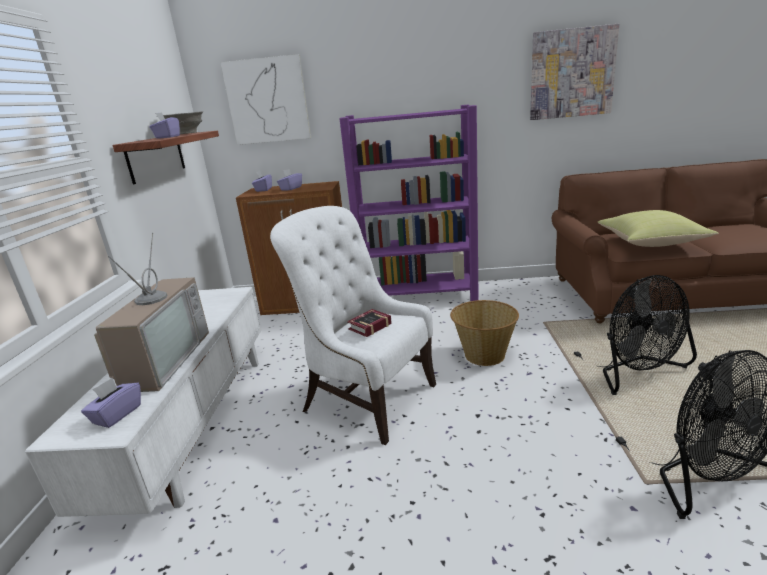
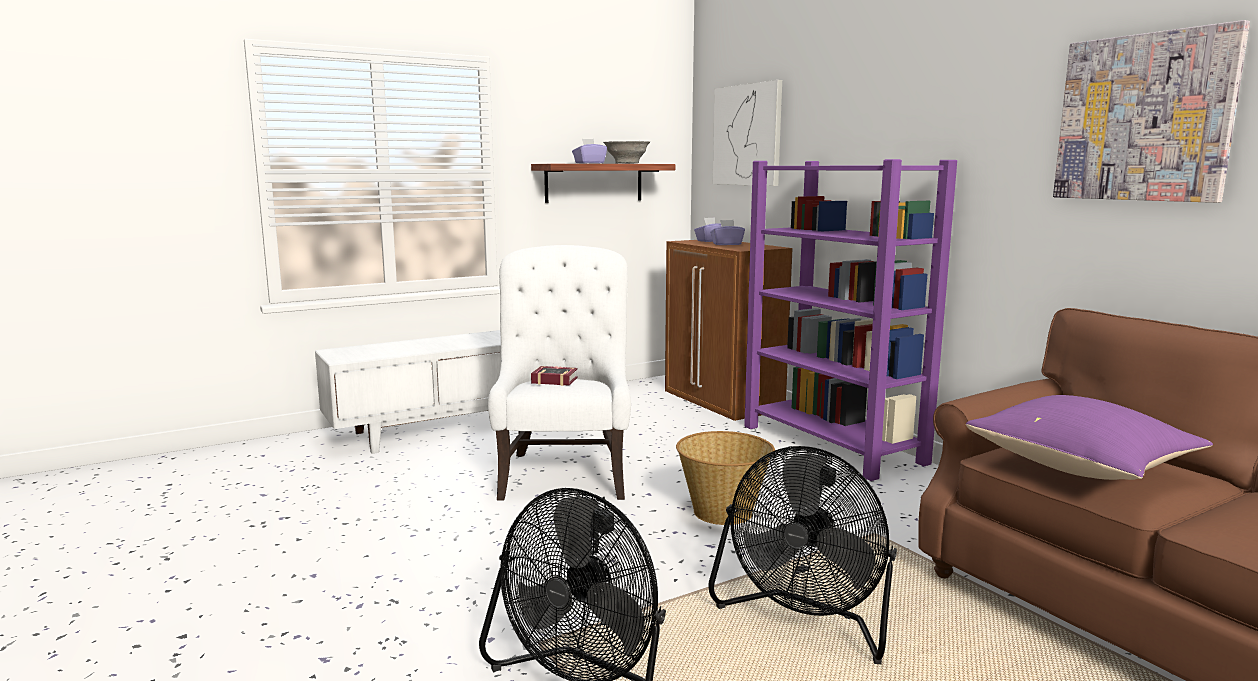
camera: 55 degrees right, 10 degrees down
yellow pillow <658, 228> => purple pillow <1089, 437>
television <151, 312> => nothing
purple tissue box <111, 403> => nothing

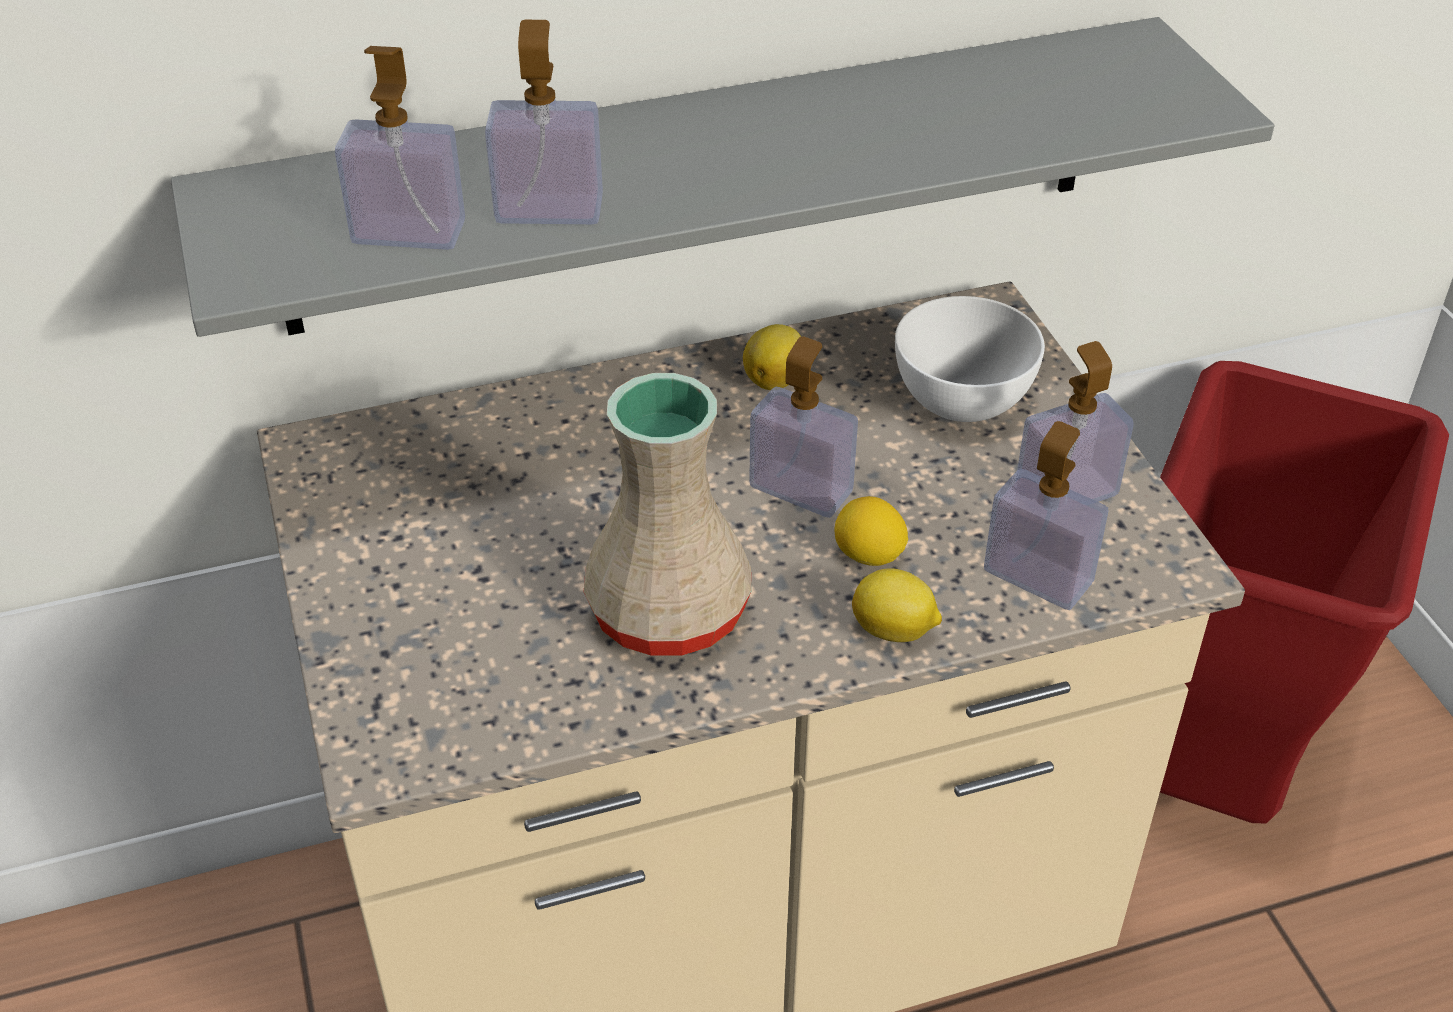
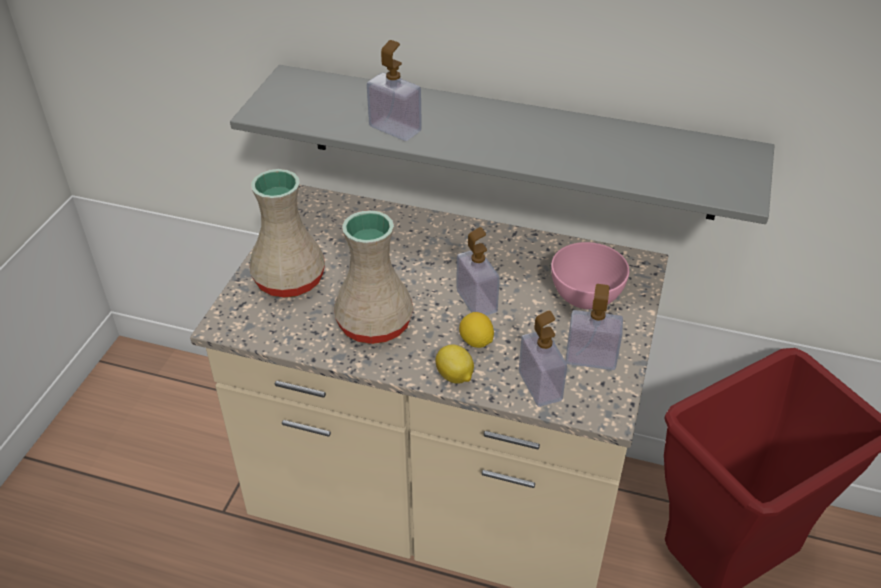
camera: 35 degrees right, 0 degrees up
soap dispenser <400, 148> => nothing
white bowl <970, 359> => pink bowl <590, 275>
lemon <772, 357> => nothing
nothing => beige vase <287, 233>

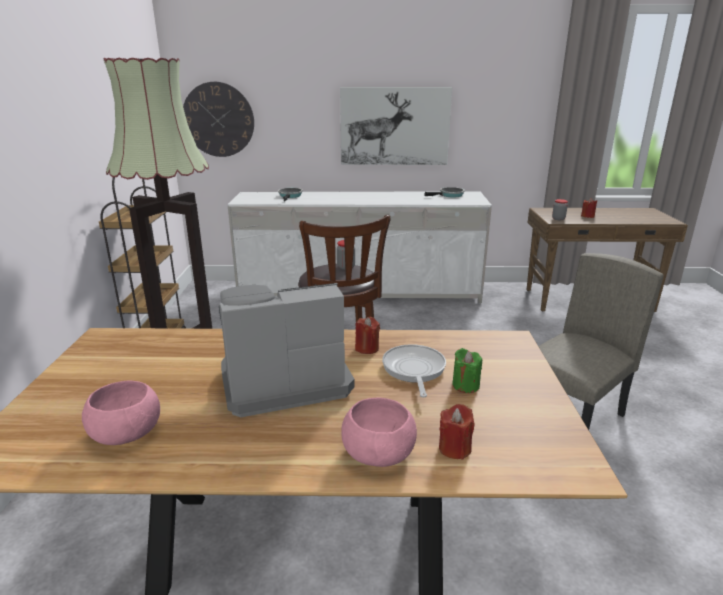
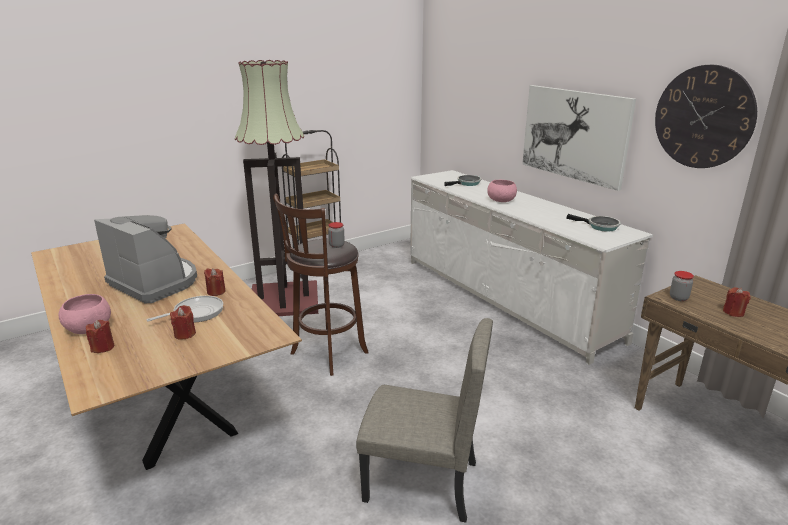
camera: 55 degrees right, 0 degrees up
wall clock <218, 119> => wall clock <706, 116>, moved
green candle <467, 370> => red candle <183, 322>
pink bowl <121, 412> => pink bowl <502, 191>, moved

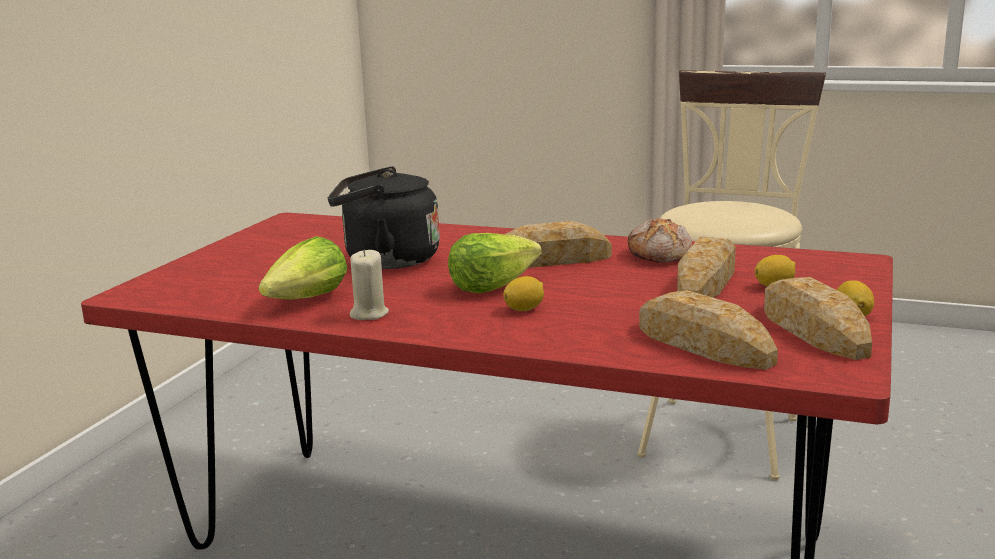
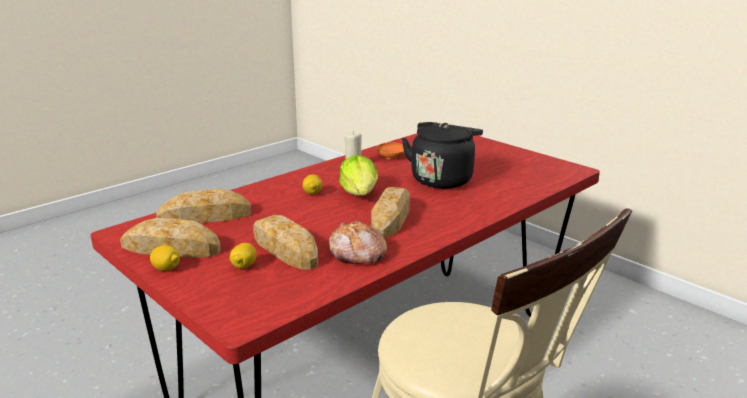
camera: 115 degrees right, 5 degrees up
lettuce <303, 268> => orange bowl <391, 150>

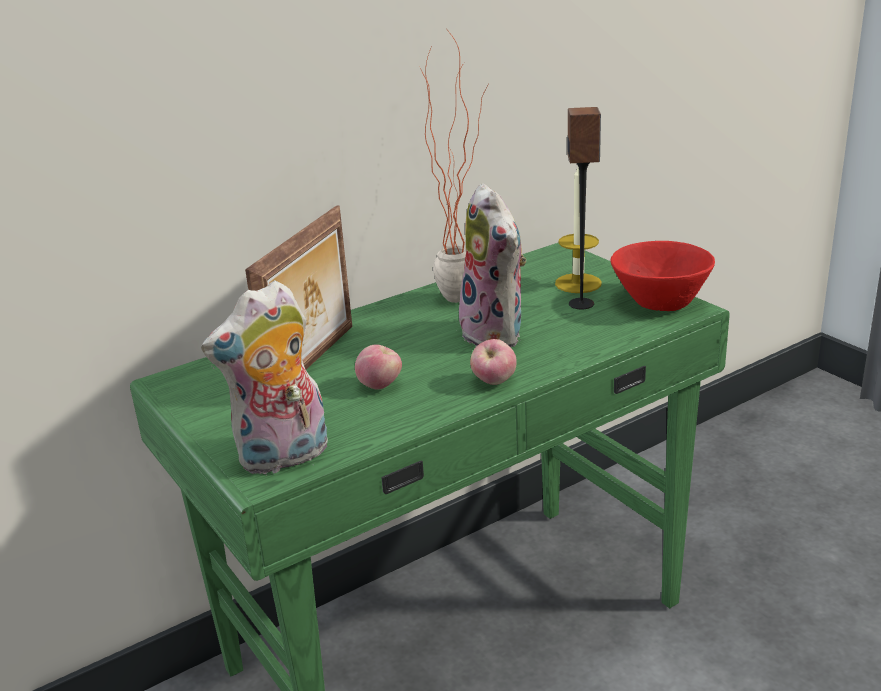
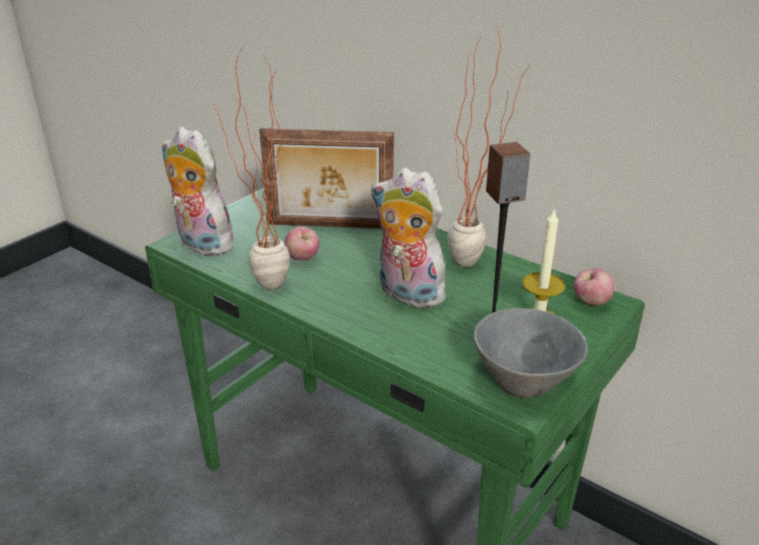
camera: 70 degrees right, 5 degrees up
plush toy <492, 265> => plush toy <412, 238>, 75 degrees clockwise
red bowl <662, 276> => grey bowl <531, 353>
apple <493, 362> => apple <594, 287>, moved
nothing => potted plant <250, 167>

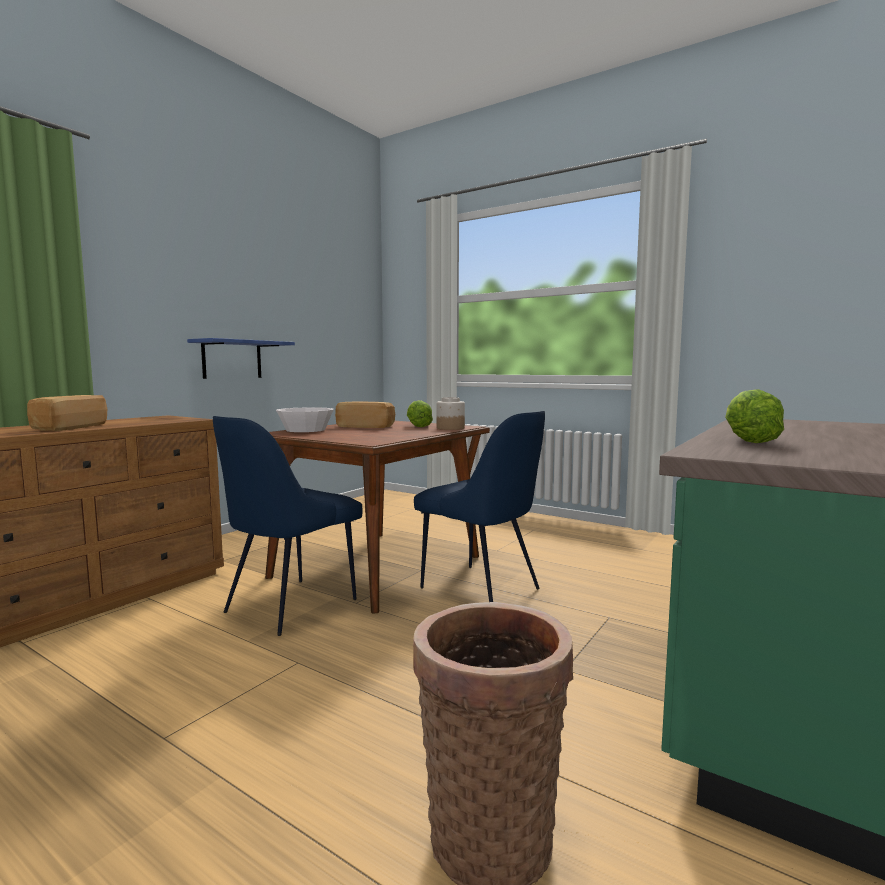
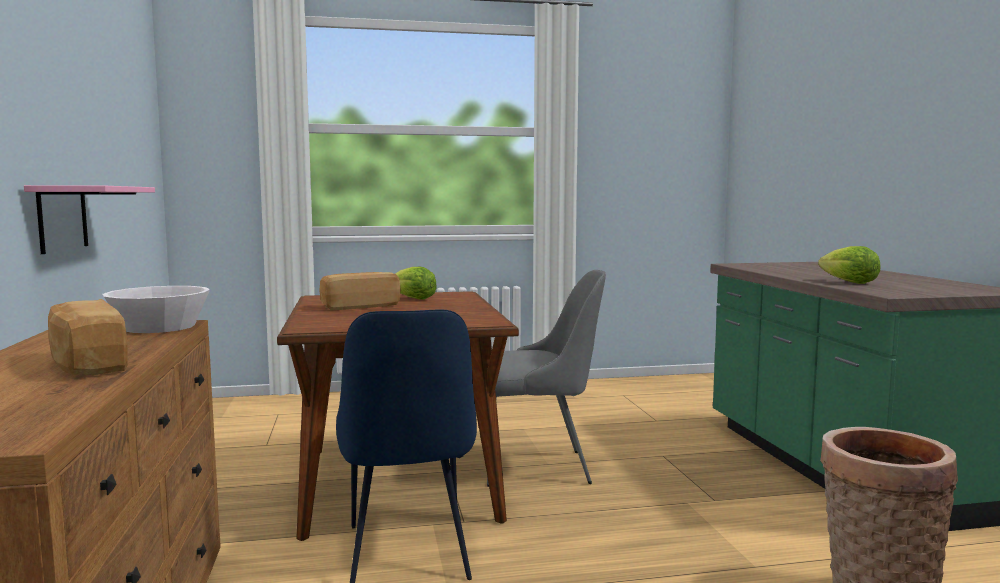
camera: 45 degrees left, 0 degrees up
blue shelf <241, 358> => pink shelf <89, 219>
jar <451, 413> => nothing
white bowl <305, 419> => white bowl <156, 309>, moved
blue chair <479, 506> => grey chair <546, 378>

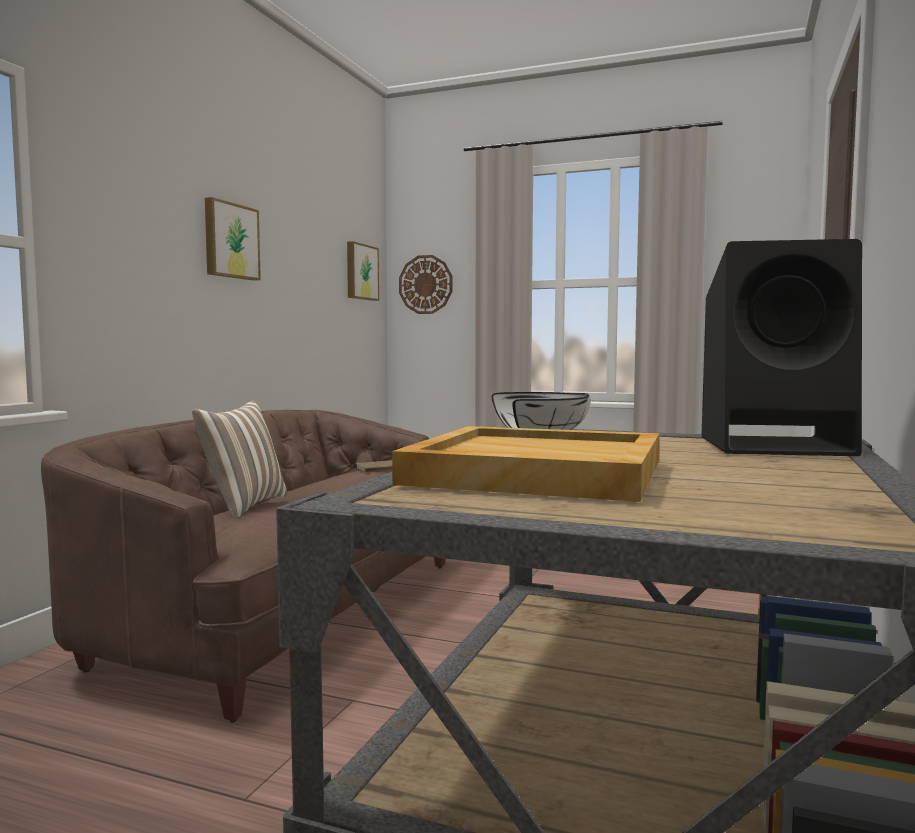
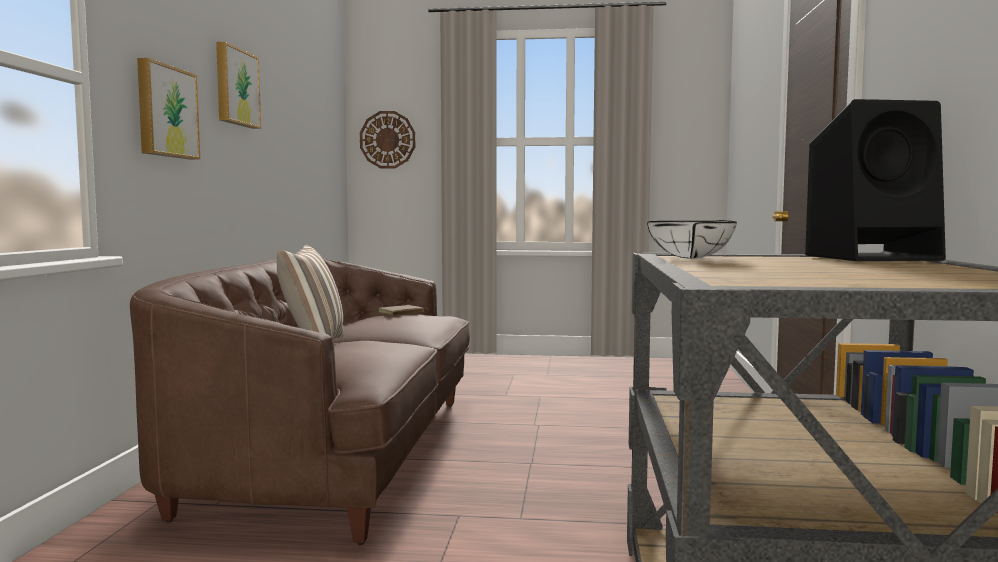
camera: 15 degrees left, 0 degrees up
picture <363, 271> => picture <168, 109>, moved
beige tray <526, 464> => nothing

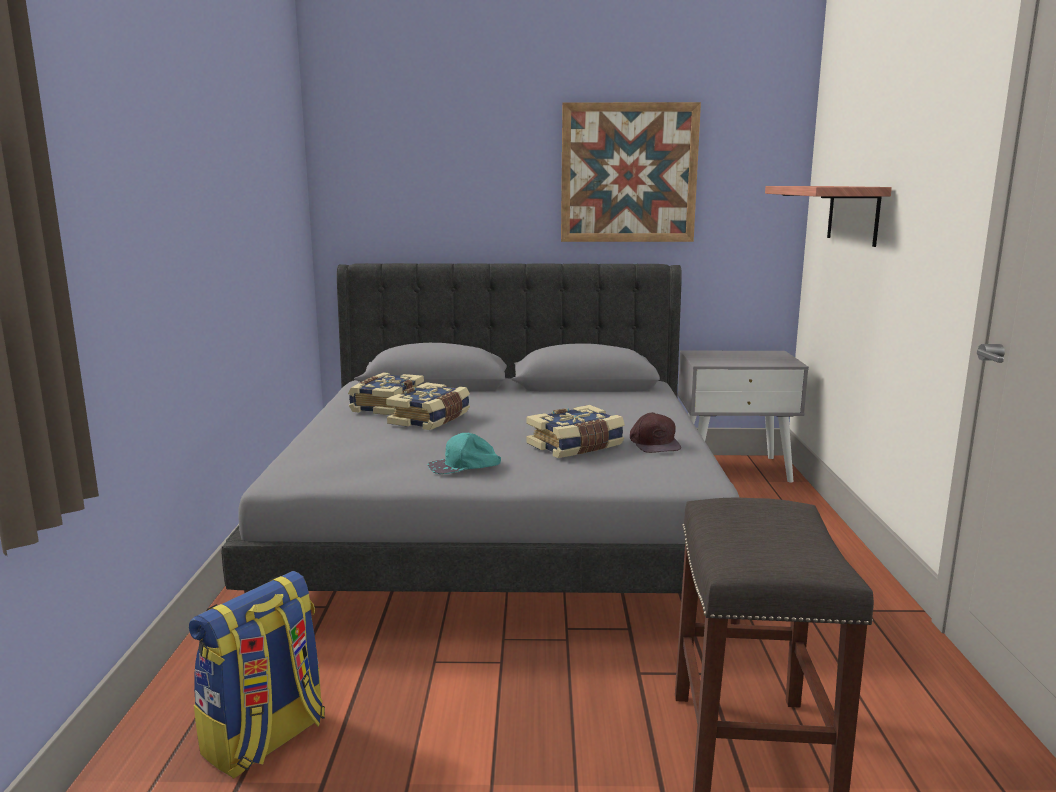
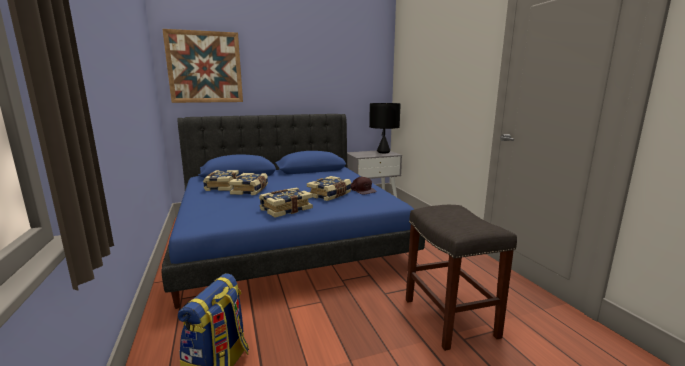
camera: 20 degrees left, 0 degrees up
picture <631, 172> => picture <202, 66>, moved
shelf <828, 216> => nothing
grey bed <480, 444> => blue bed <293, 211>
turquoise cap <464, 453> => book <286, 202>
nothing => black table lamp <385, 128>

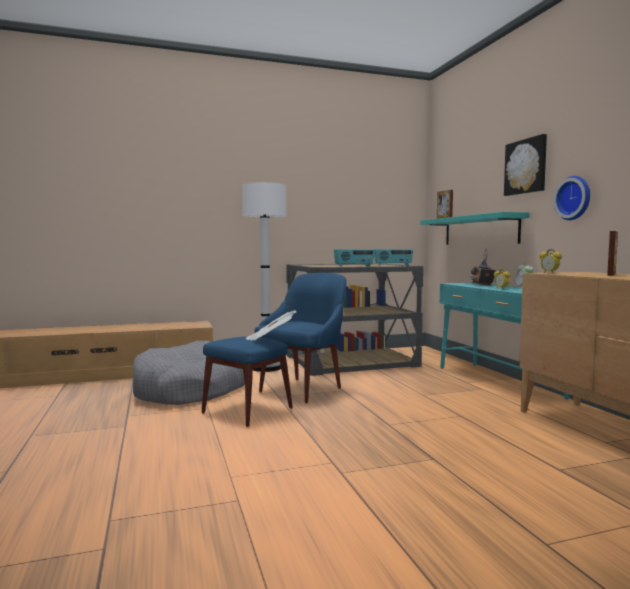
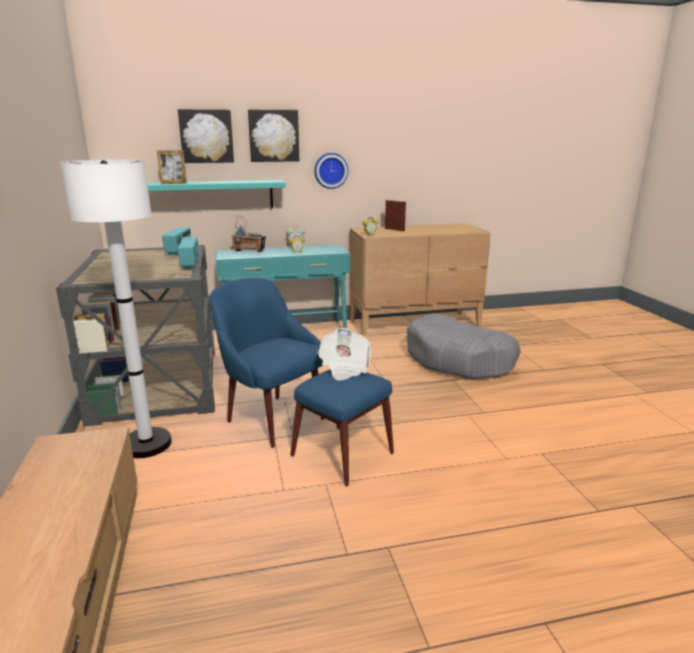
camera: 85 degrees left, 15 degrees up
grey dog bed <189, 372> => grey dog bed <464, 346>, moved
nothing => picture <206, 136>

